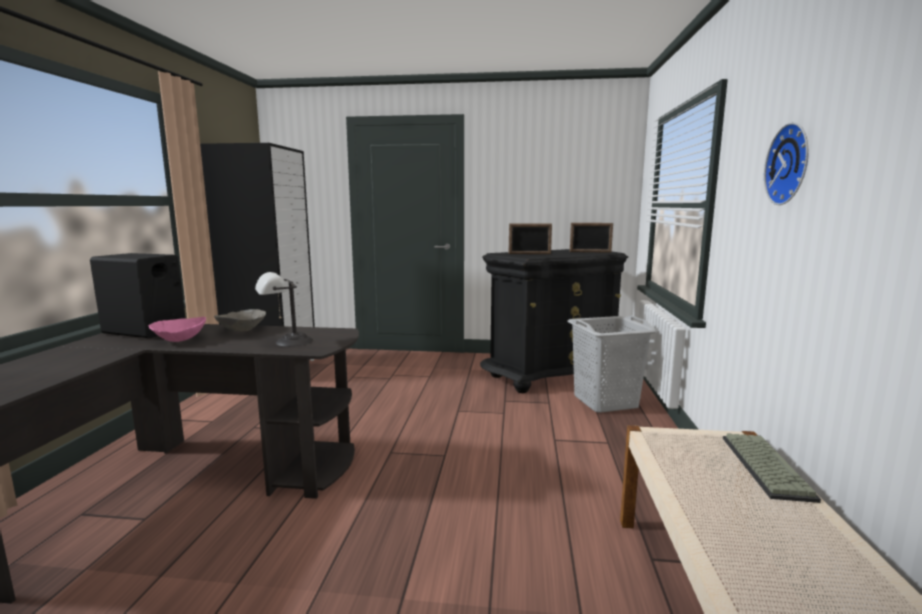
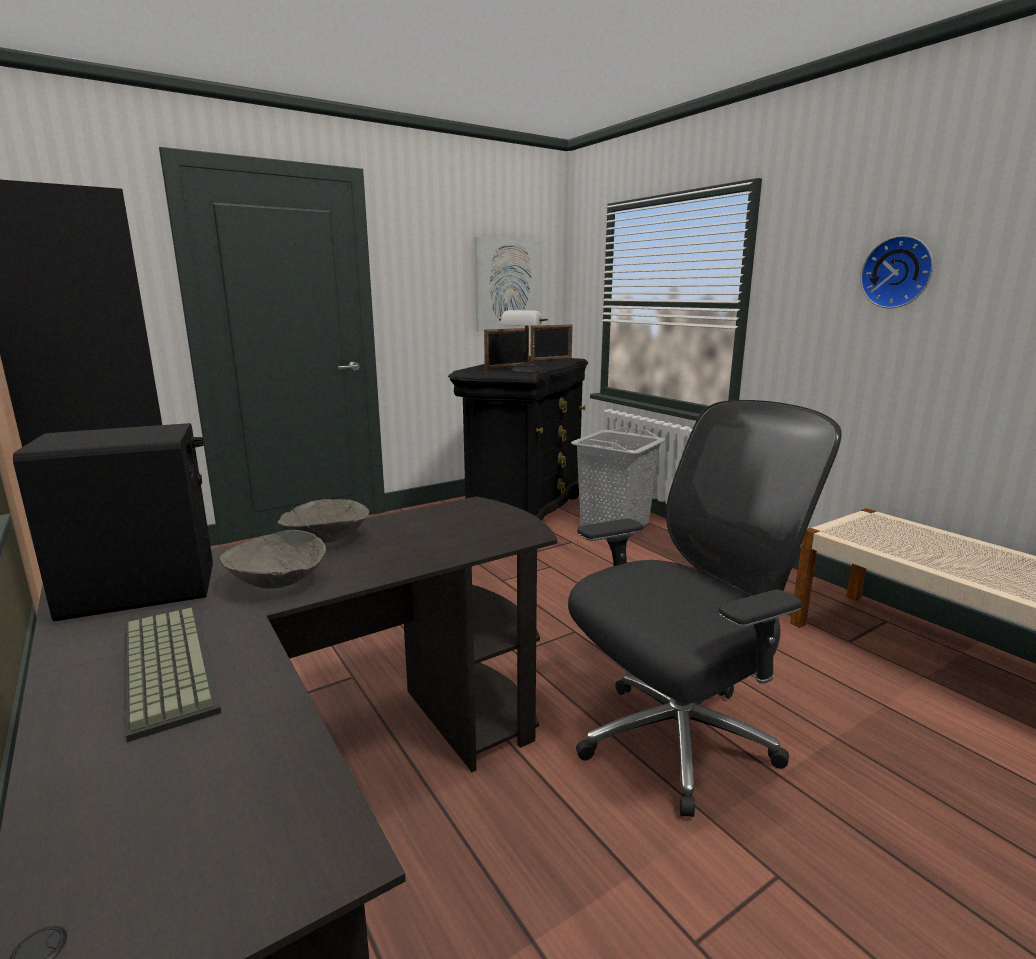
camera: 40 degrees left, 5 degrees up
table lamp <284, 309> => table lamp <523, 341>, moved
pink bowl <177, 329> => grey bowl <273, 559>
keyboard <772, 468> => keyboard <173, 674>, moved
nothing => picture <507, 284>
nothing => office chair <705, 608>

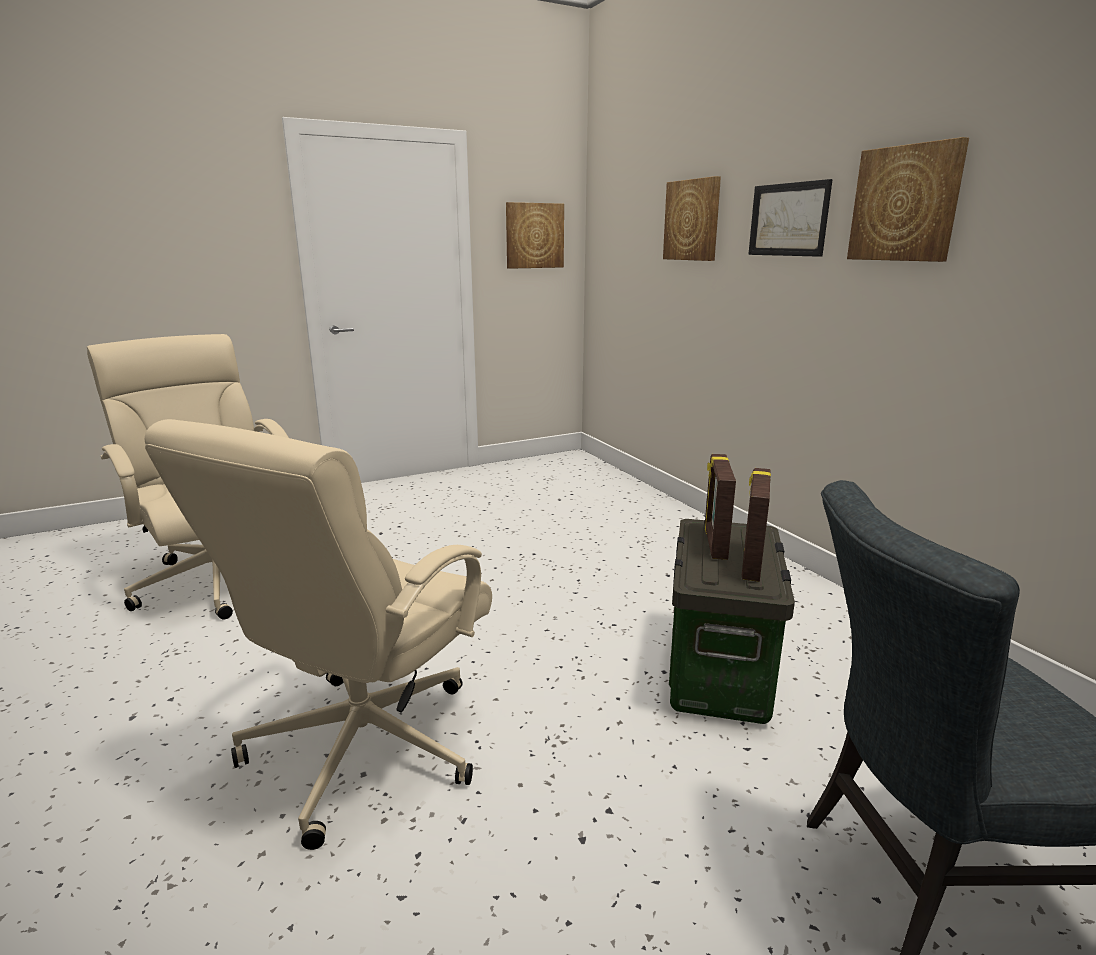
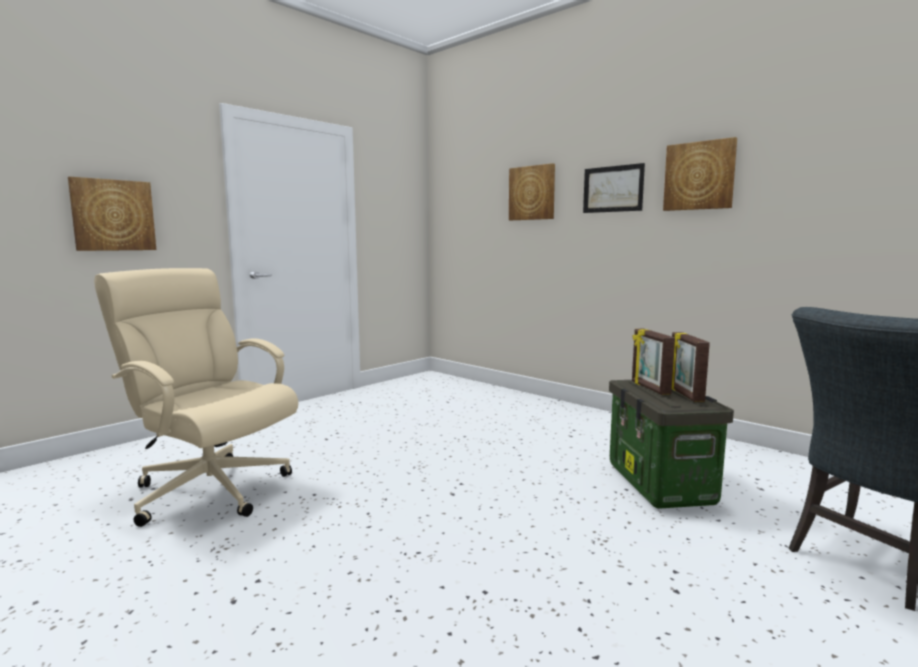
camera: 20 degrees left, 10 degrees down
picture <535, 235> => picture <112, 214>, moved
beige office chair <318, 634> => nothing

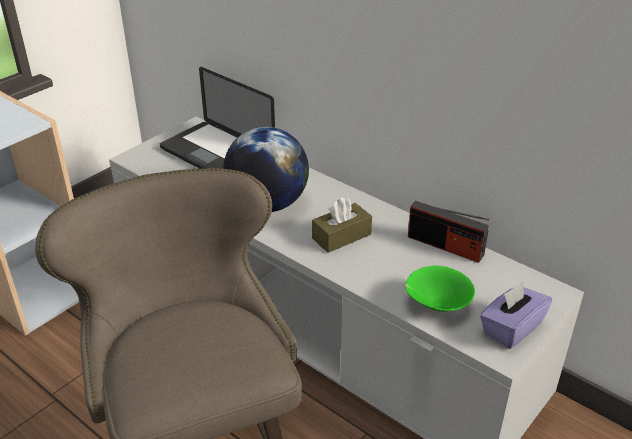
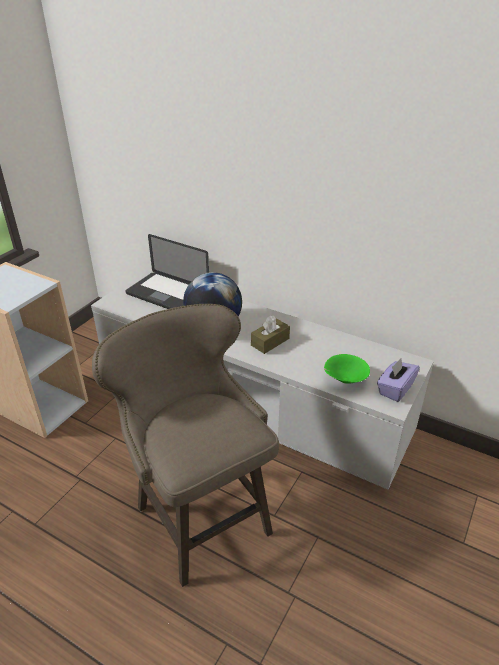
camera: 10 degrees left, 0 degrees up
radio <448, 232> => nothing

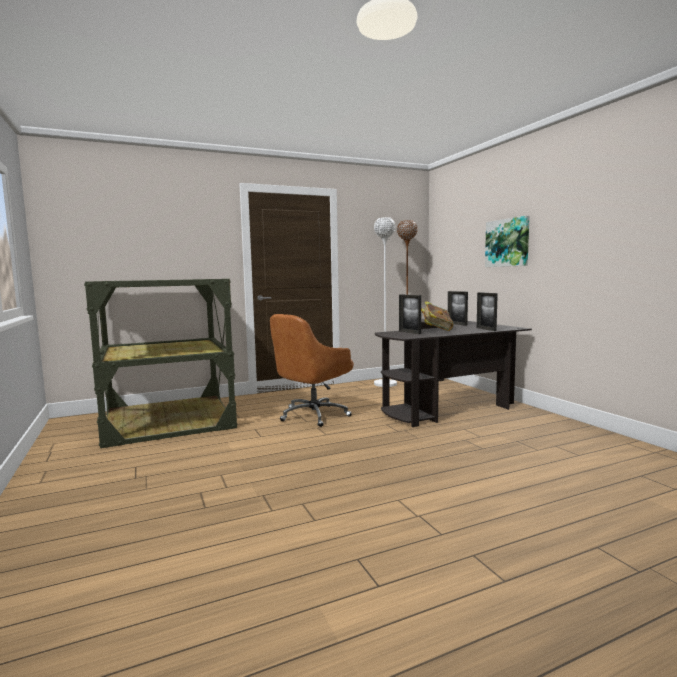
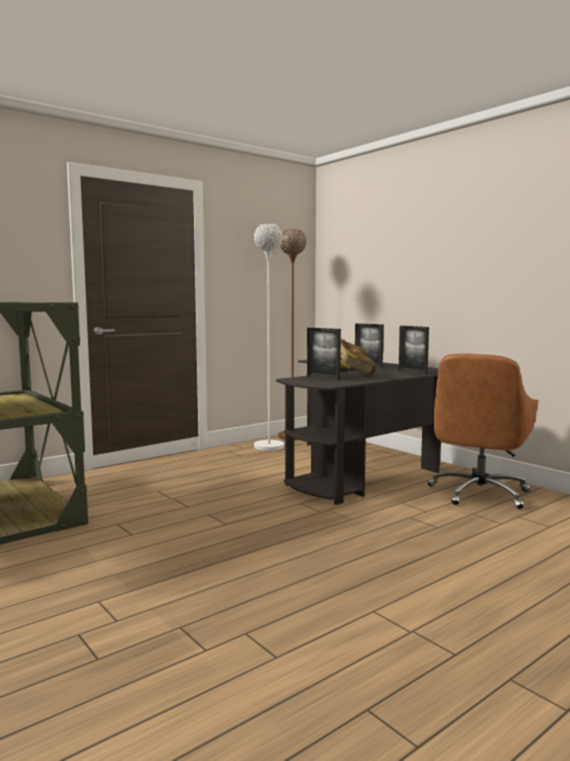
camera: 15 degrees left, 0 degrees up
picture <507, 241> => nothing
brown office chair <312, 370> => brown office chair <483, 431>, moved

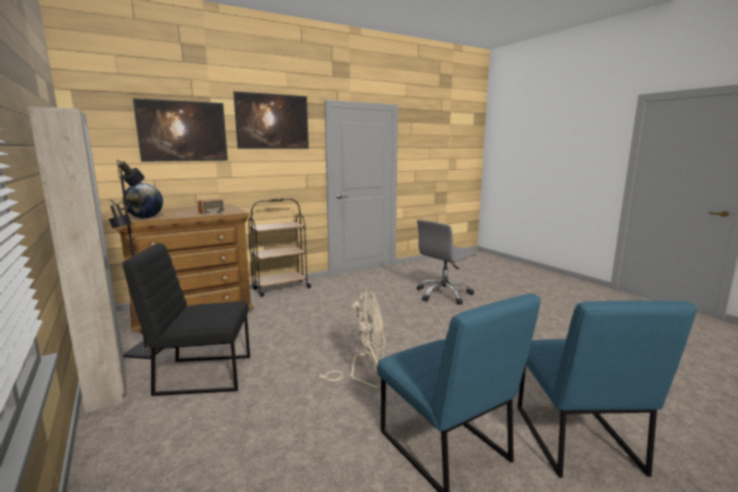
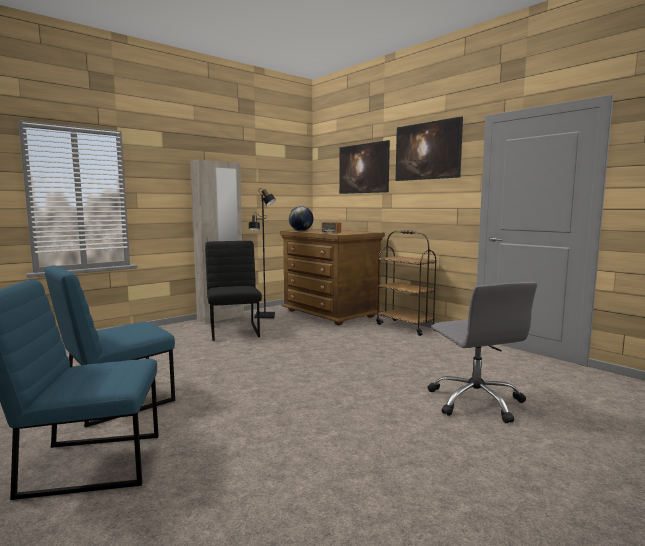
camera: 80 degrees right, 5 degrees down
grey office chair <446, 262> => grey office chair <482, 352>, 150 degrees counterclockwise
beige fan <351, 340> => nothing

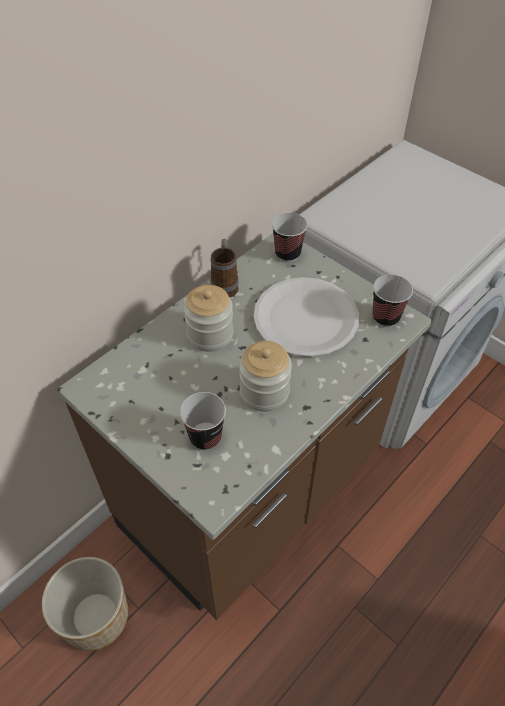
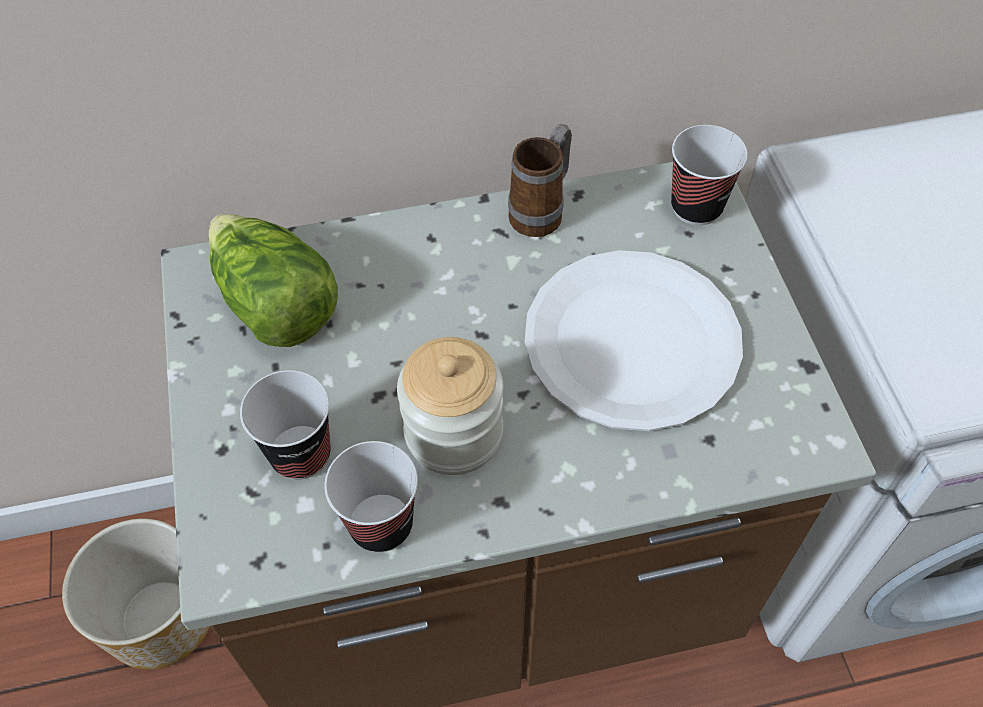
camera: 35 degrees right, 5 degrees up
cup <392, 301> => cup <371, 496>, moved
jar <208, 318> => nothing
nothing => lettuce <273, 280>

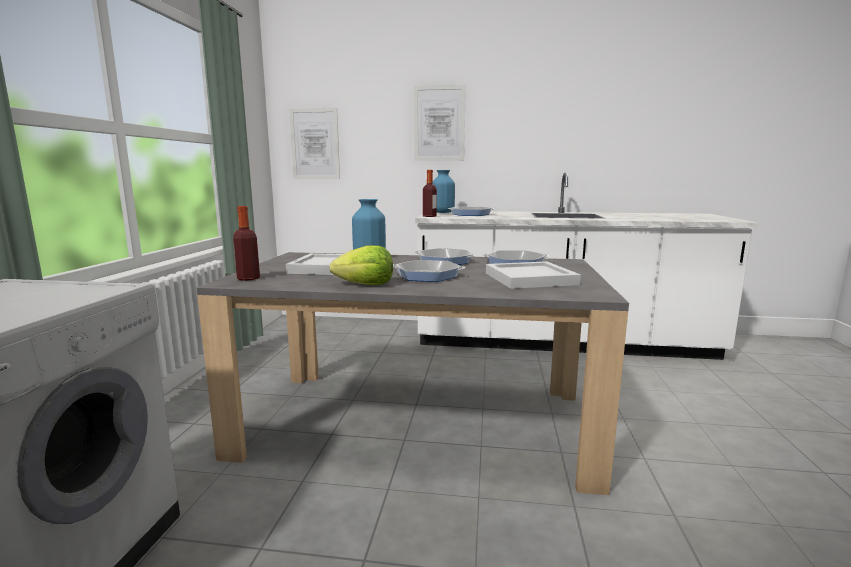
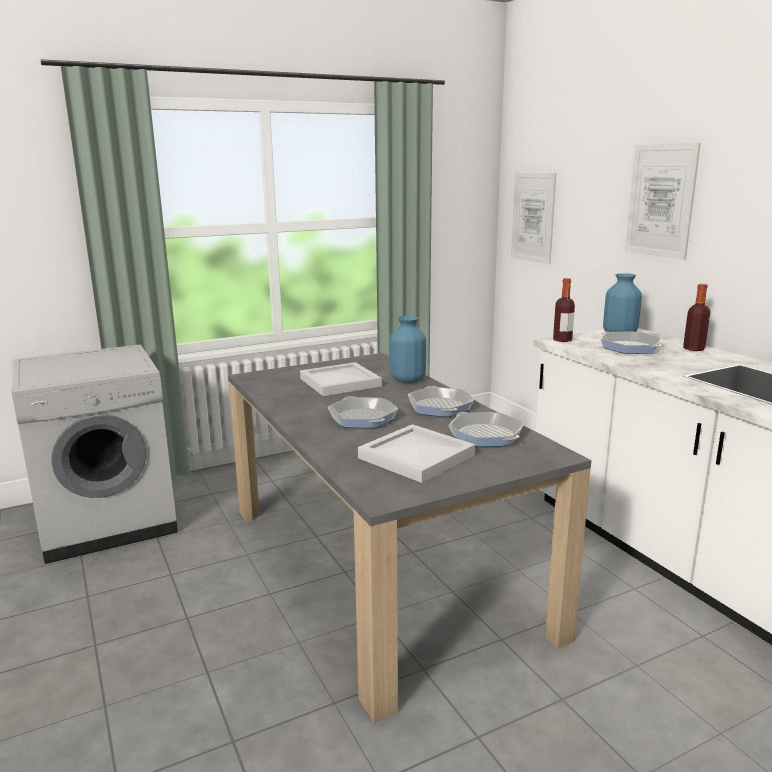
camera: 55 degrees right, 5 degrees up
bottle <246, 243> => bottle <696, 317>, moved
lettuce <361, 265> => nothing

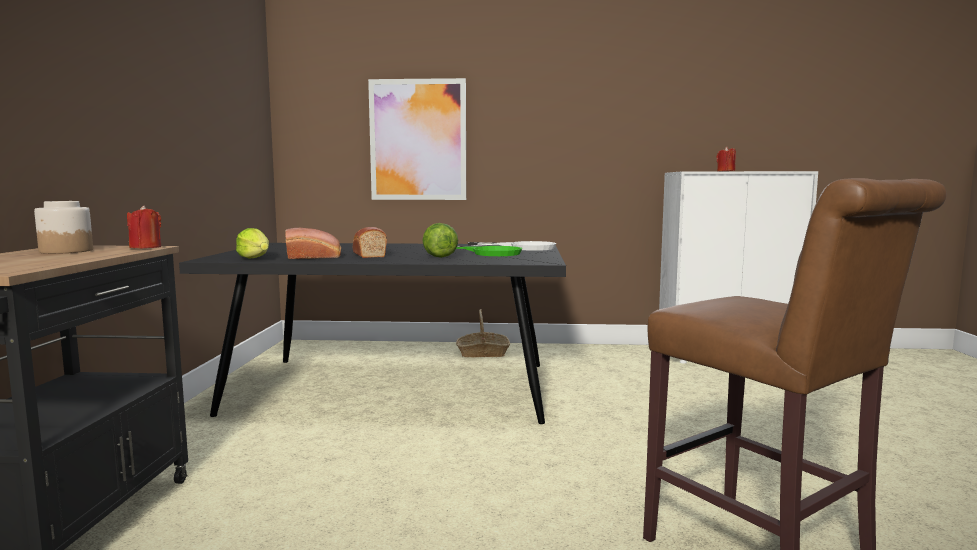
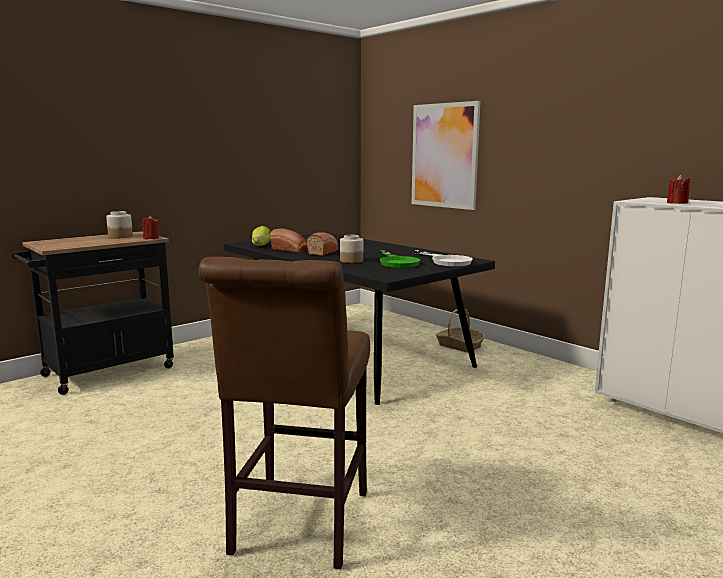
camera: 45 degrees right, 5 degrees up
lettuce <440, 240> => jar <351, 249>

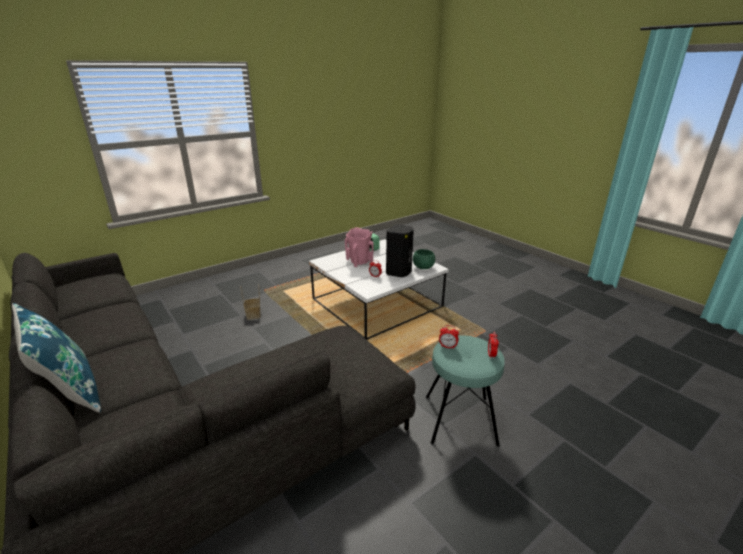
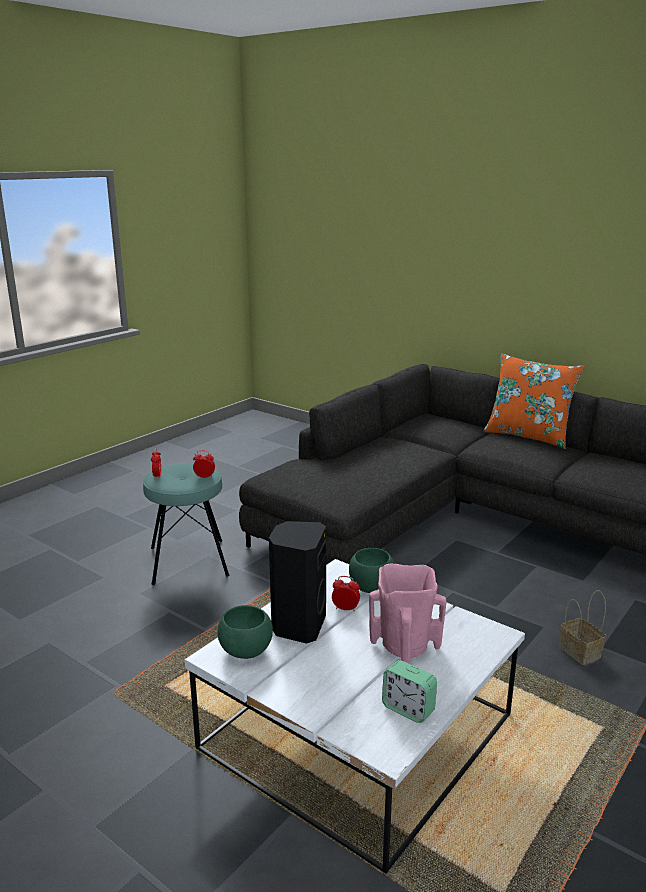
camera: 165 degrees right, 5 degrees down
blue pillow <56, 358> => orange pillow <534, 401>
nothing => green bowl <371, 570>

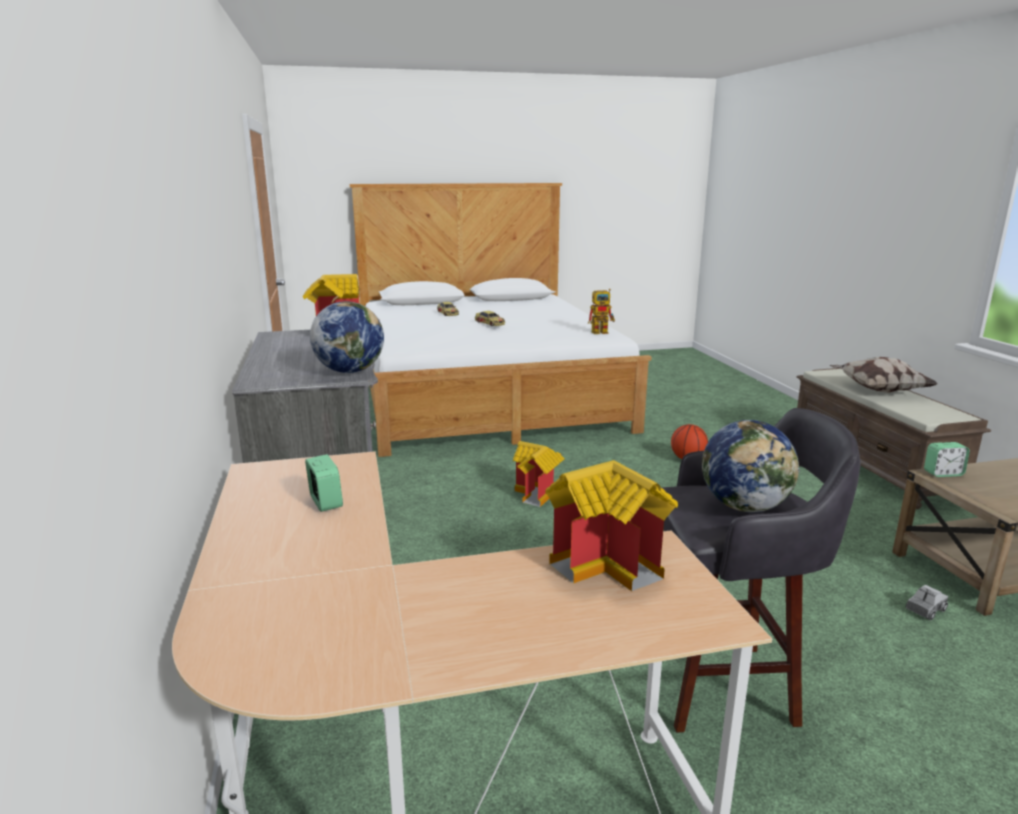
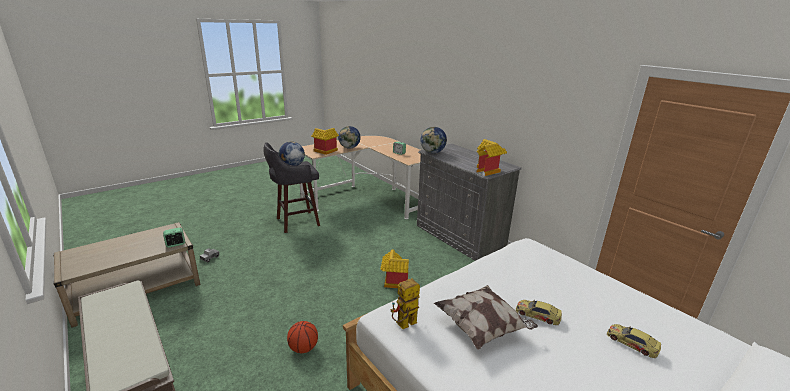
camera: 155 degrees right, 5 degrees up
pillow <884, 375> => pillow <486, 317>, moved
nothing => globe <349, 137>

